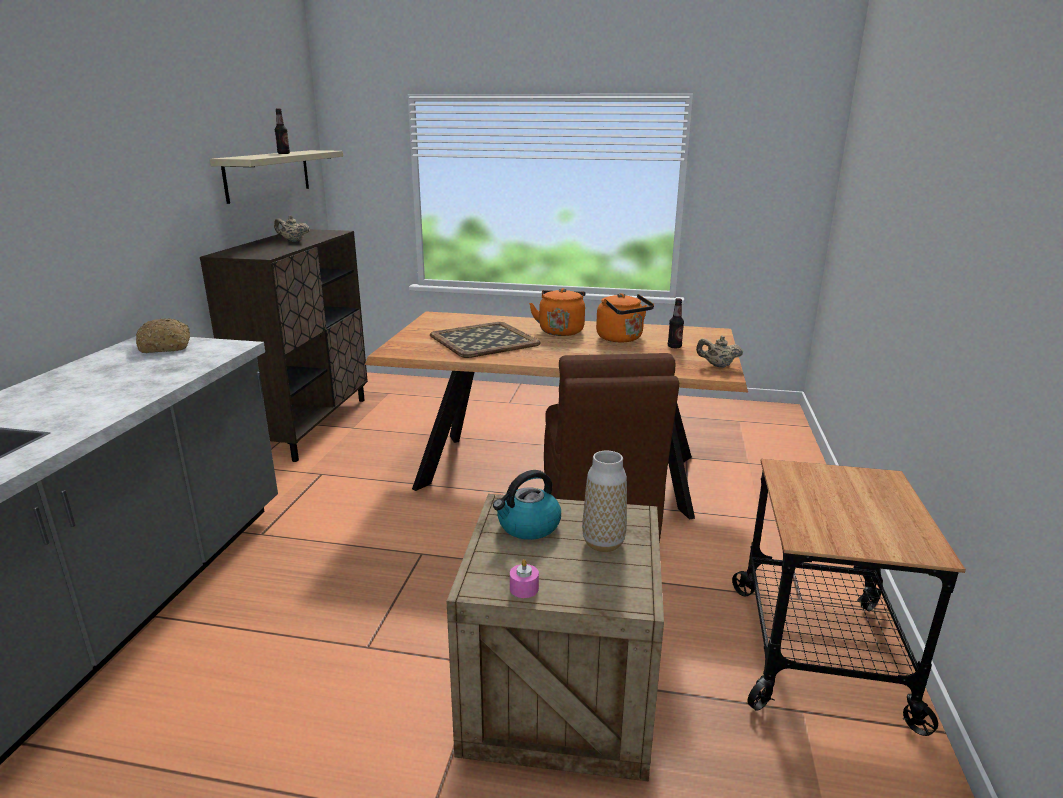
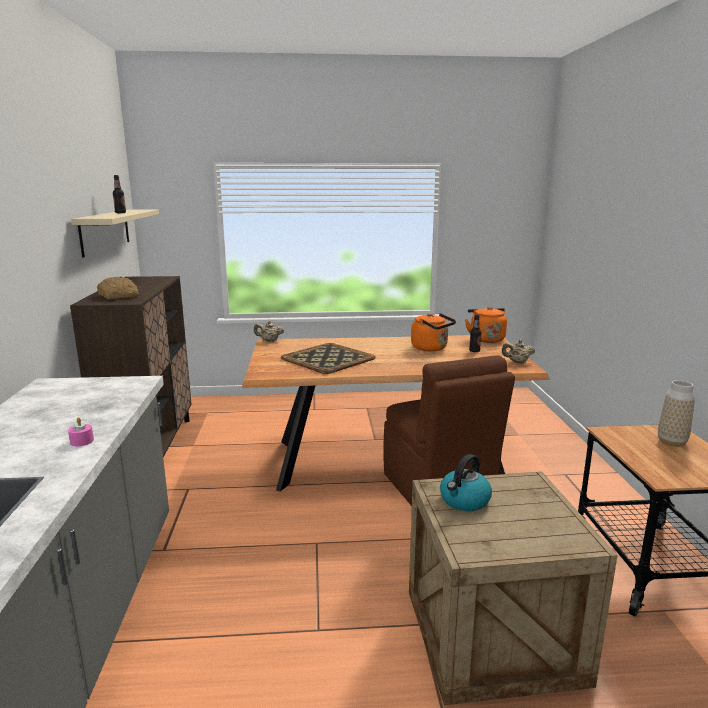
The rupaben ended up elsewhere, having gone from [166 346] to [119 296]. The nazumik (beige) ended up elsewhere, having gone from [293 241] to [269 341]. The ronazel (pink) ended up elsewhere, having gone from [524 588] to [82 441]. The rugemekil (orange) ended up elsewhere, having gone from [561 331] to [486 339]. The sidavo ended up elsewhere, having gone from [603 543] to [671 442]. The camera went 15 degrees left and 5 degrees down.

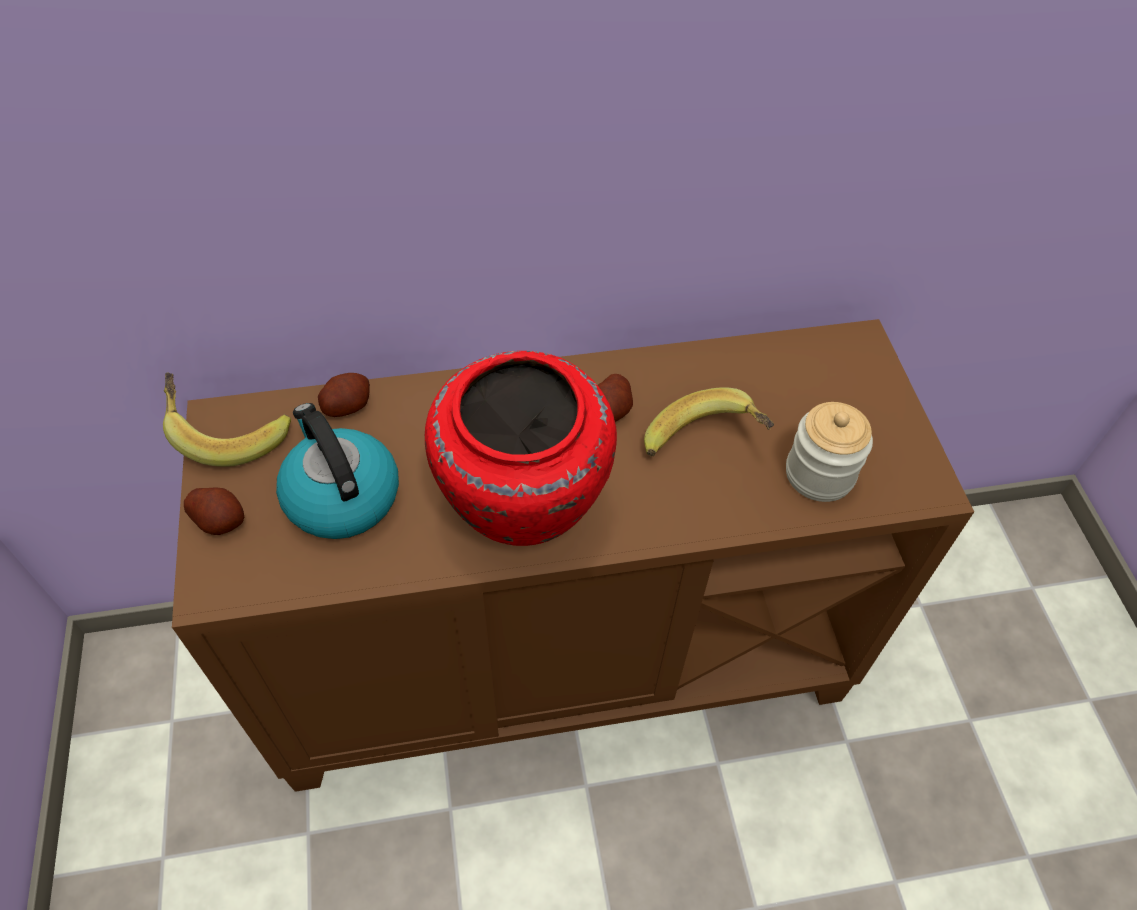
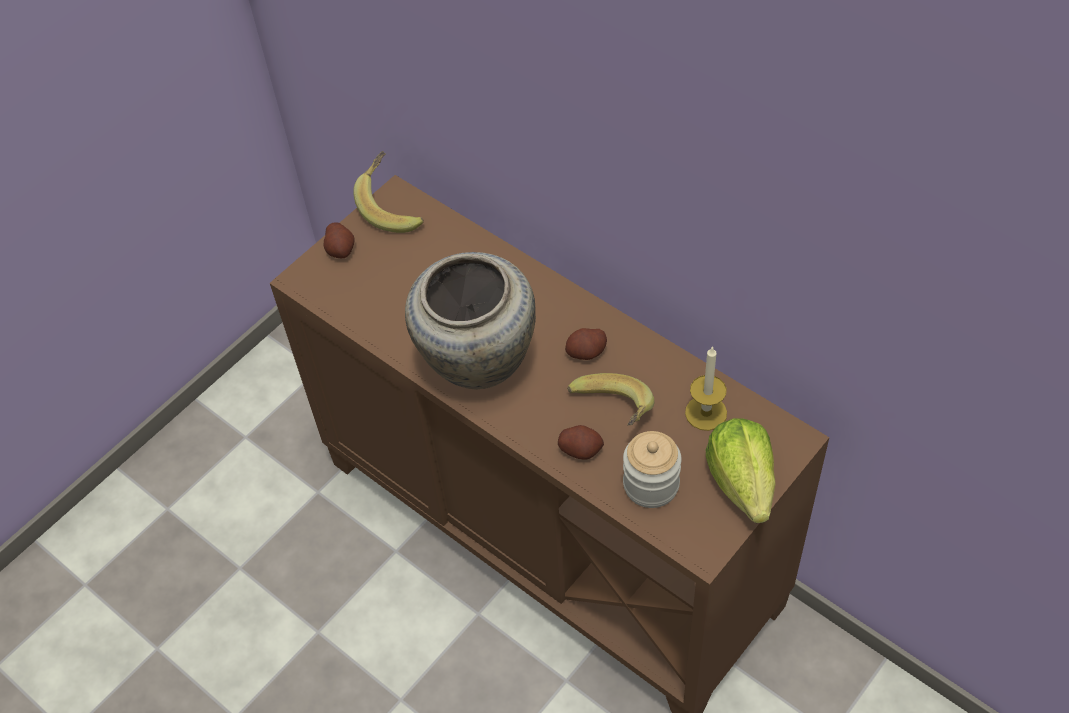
The second view lost the rugemekil at [341 496]. The second view gained the ronazel at [706 413]. The second view gained the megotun at [742 482]. The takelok ended up elsewhere, having gone from [347 405] to [581 449]. What was the sidavo (red) at [521 507] turned into the sidavo (beige) at [476 361]. The camera went 55 degrees right and 0 degrees up.

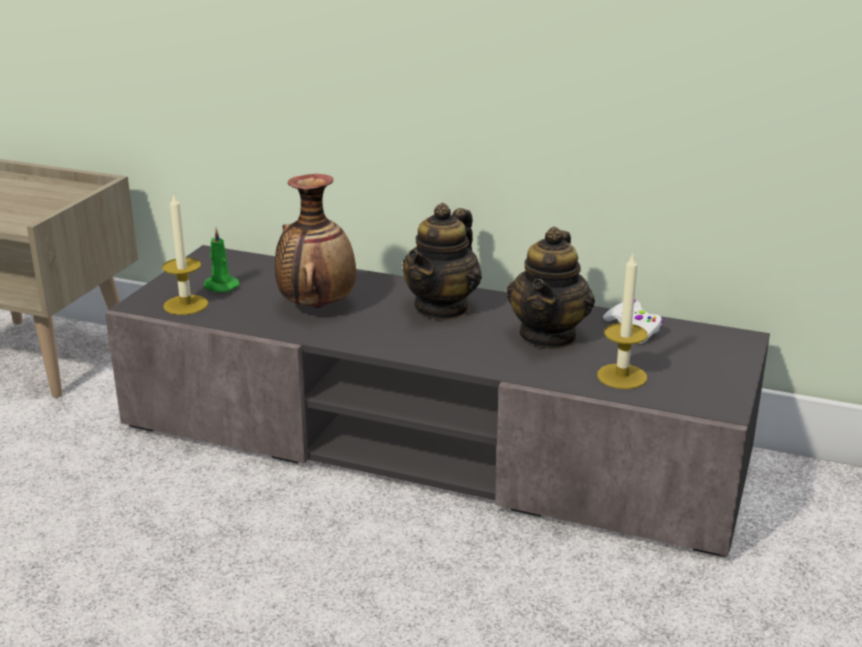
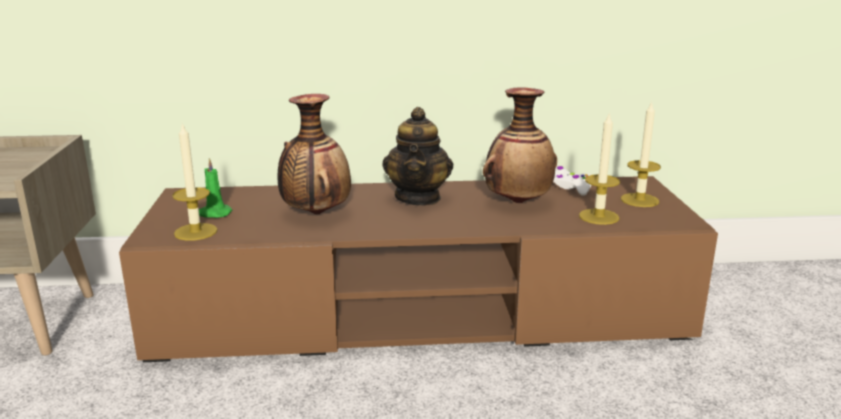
The second view gained the ronazel at [639 200]. Where the nazumik stood at [549 336], the sidavo came to stand at [517 201]. What was the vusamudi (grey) at [431 442] turned into the vusamudi (brown) at [420 313]. The camera went 25 degrees left and 5 degrees down.

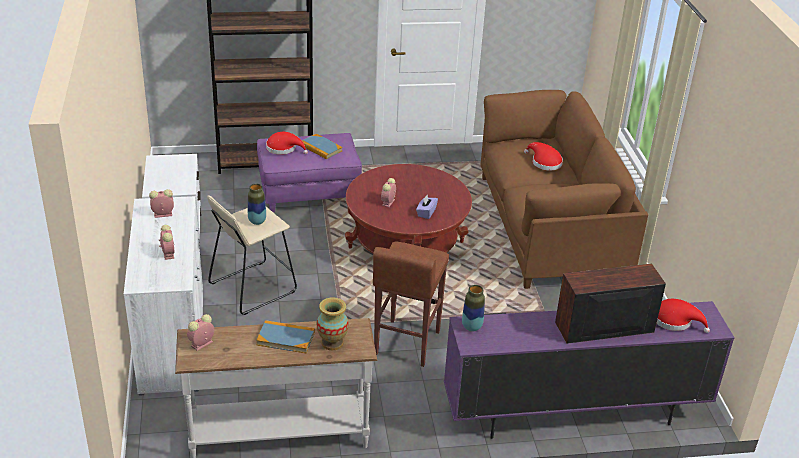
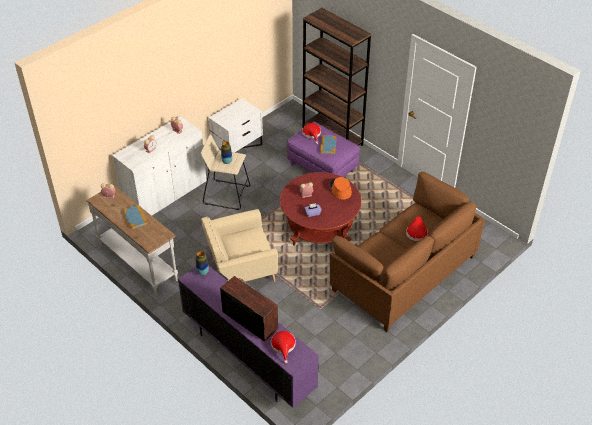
The second view lost the sidavo at [332 343]. The second view gained the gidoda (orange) at [340 189]. Where the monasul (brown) stood at [406 343], the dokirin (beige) came to stand at [240 269]. The camera went 55 degrees right and 10 degrees up.

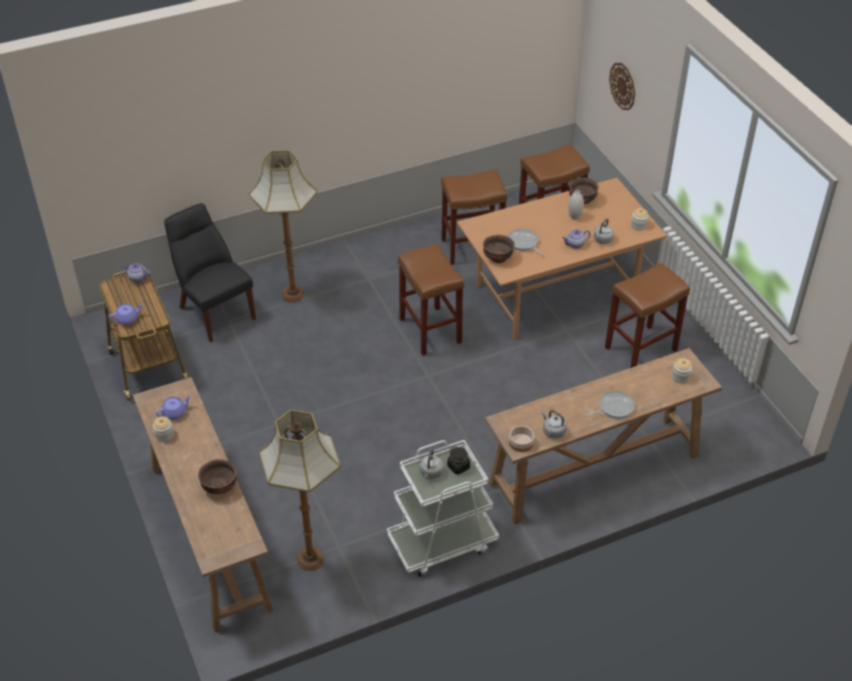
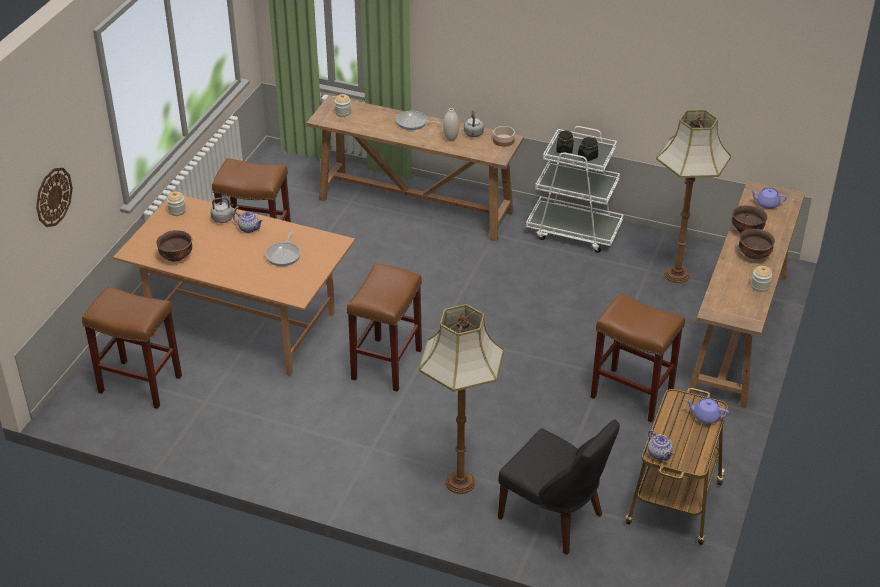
The nazumik (purple) ended up elsewhere, having gone from [175 413] to [766 204]. The monasul (brown) ended up elsewhere, having gone from [472 247] to [630 394]. The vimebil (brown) ended up elsewhere, having gone from [497 258] to [754 255]. The sidavo (white) ended up elsewhere, having gone from [574 217] to [451 139]. Where the rugemekil (grey) stood at [431 473], the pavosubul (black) came to stand at [587 156]. The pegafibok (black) at [215 311] ended up facing another way, 60 degrees counterclockwise from before. The camera went 135 degrees left and 5 degrees down.

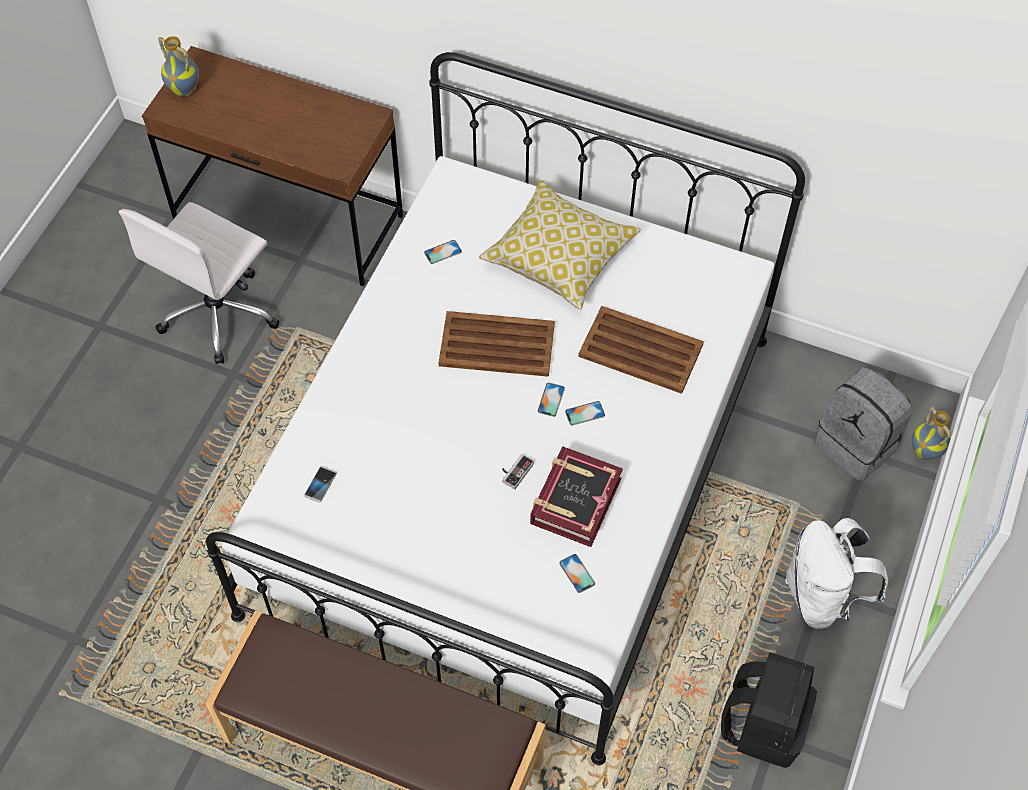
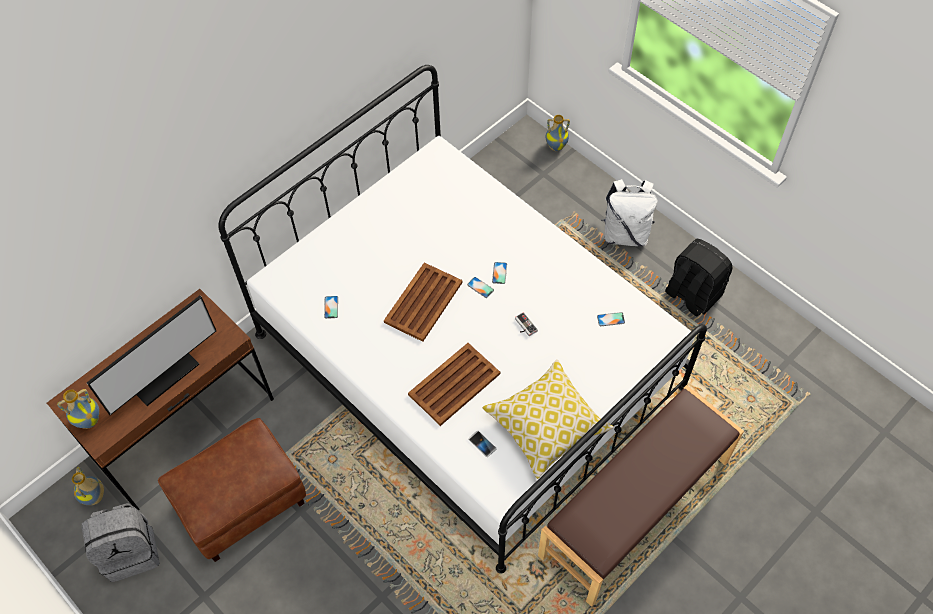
The second view lost the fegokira at [574 501]. The second view gained the sidavo at [95 497]. The second view gained the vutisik at [164 375]. The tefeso ended up elsewhere, having gone from [559 256] to [546 424]. The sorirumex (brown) ended up elsewhere, having gone from [639 350] to [453 384]. The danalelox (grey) ended up elsewhere, having gone from [857 444] to [131 551]. Where the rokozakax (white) stood at [219 313], the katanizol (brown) came to stand at [241 503]. The camera went 65 degrees left and 0 degrees up.

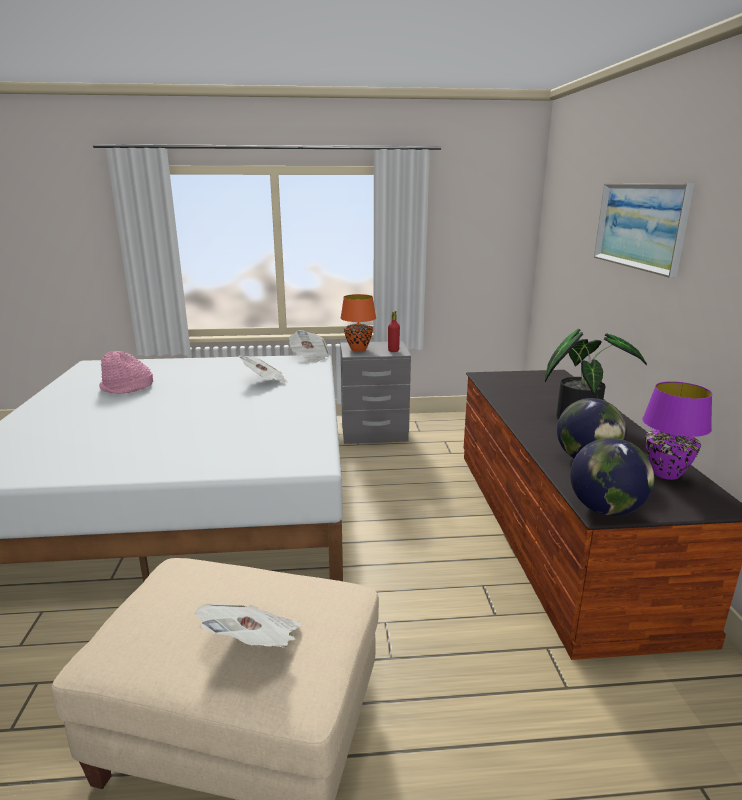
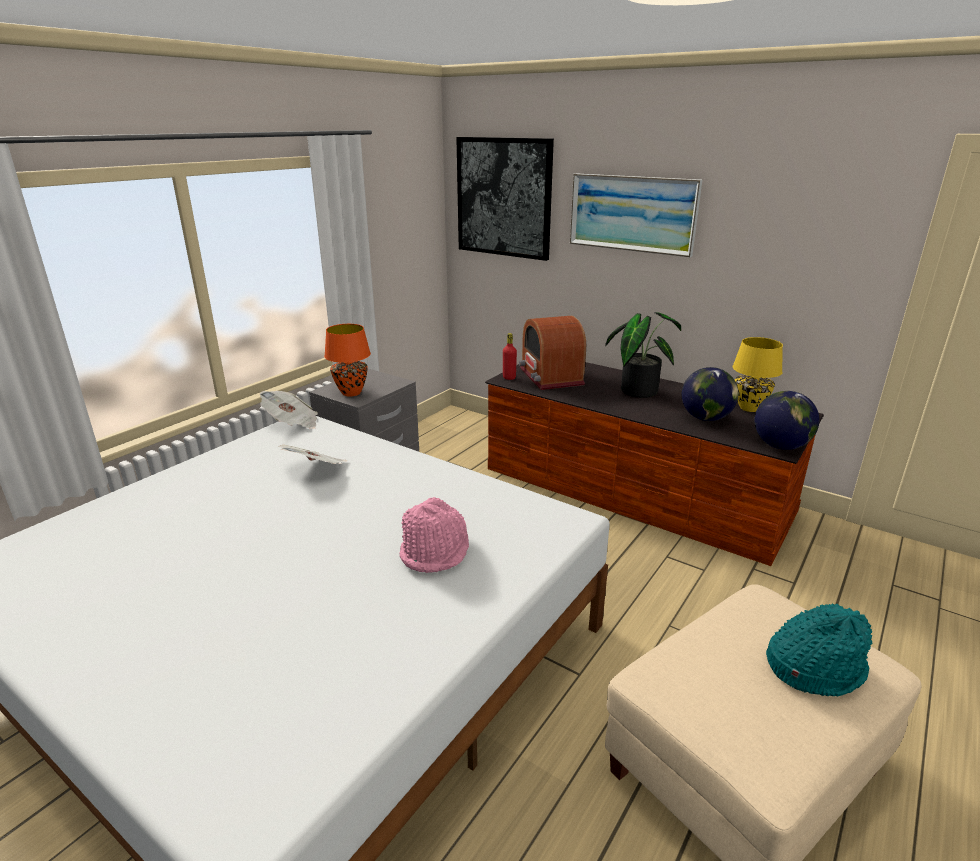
The second view gained the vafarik at [504 198]. The second view gained the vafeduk at [550 377]. The gidoda (pink) ended up elsewhere, having gone from [127 388] to [435 552]. The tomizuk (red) ended up elsewhere, having gone from [393 350] to [509 377]. Where the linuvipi stood at [254 644], the gidoda (turquoise) came to stand at [814 667]. What was the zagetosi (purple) at [665 473] turned into the zagetosi (yellow) at [749 408]. The camera went 50 degrees left and 5 degrees up.

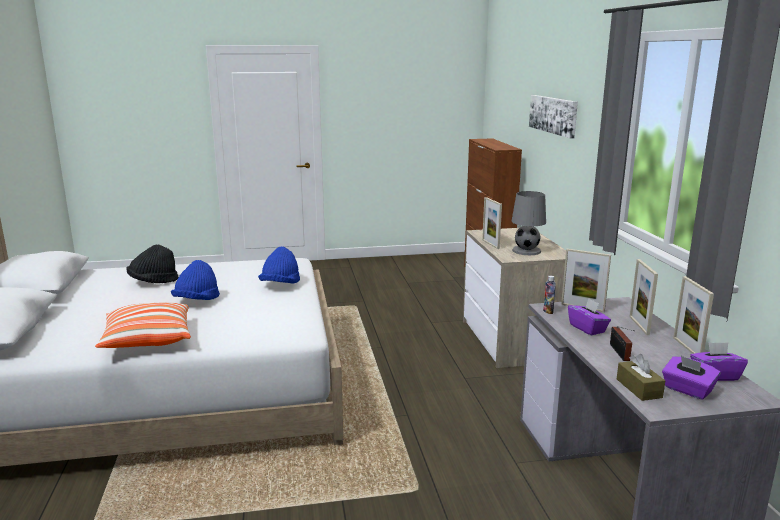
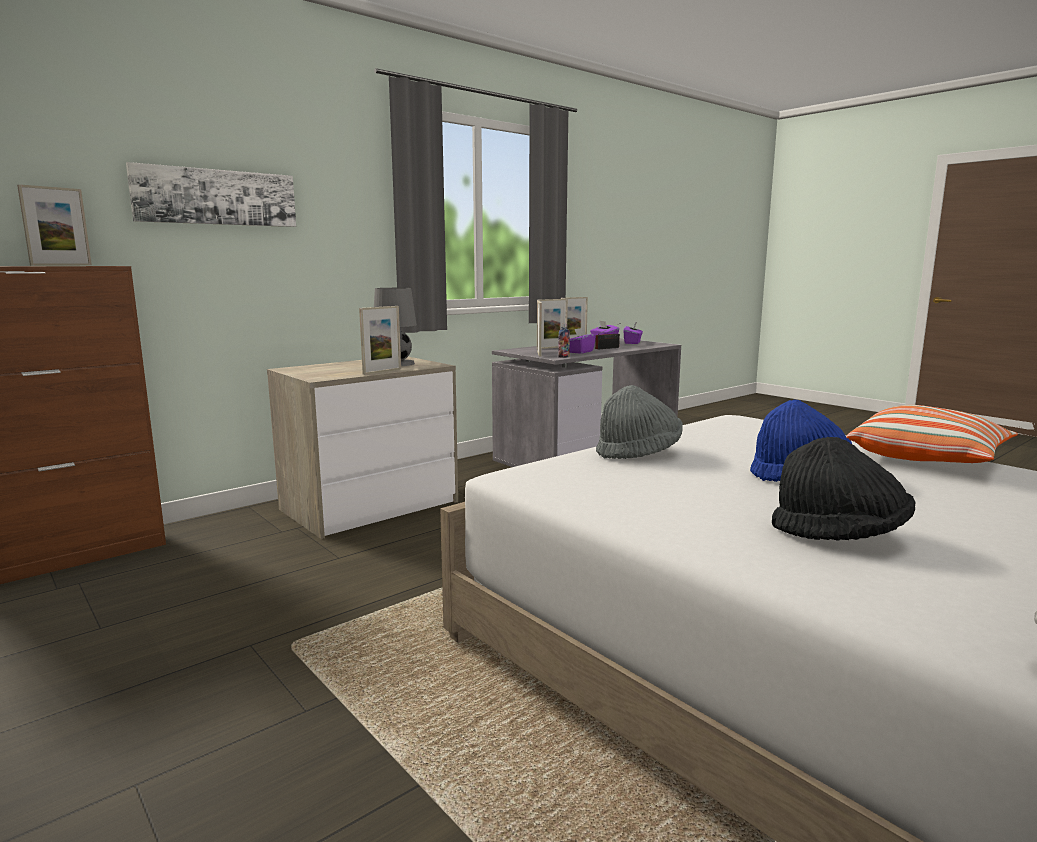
The second view lost the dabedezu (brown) at [639 388]. The second view gained the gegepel at [61 265]. What was the gidoda (blue) at [280 285] turned into the gidoda (grey) at [638 453]. The camera went 120 degrees left and 5 degrees down.

